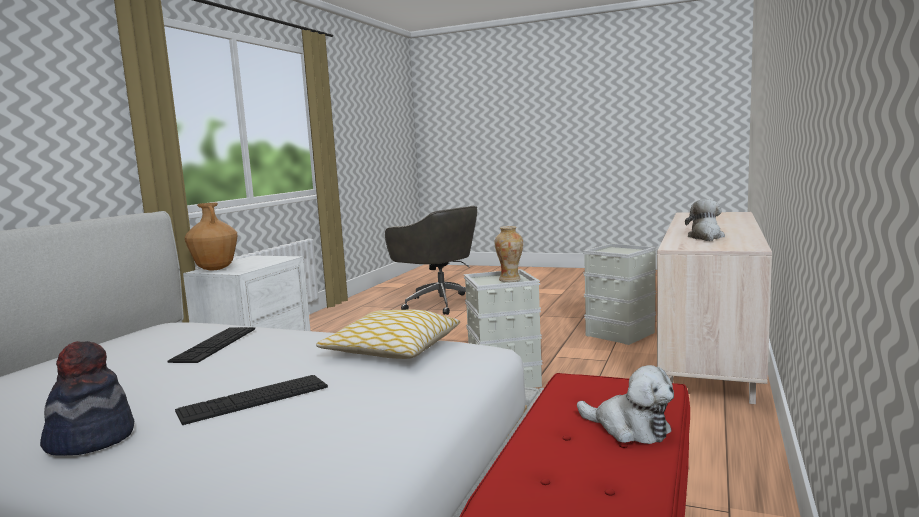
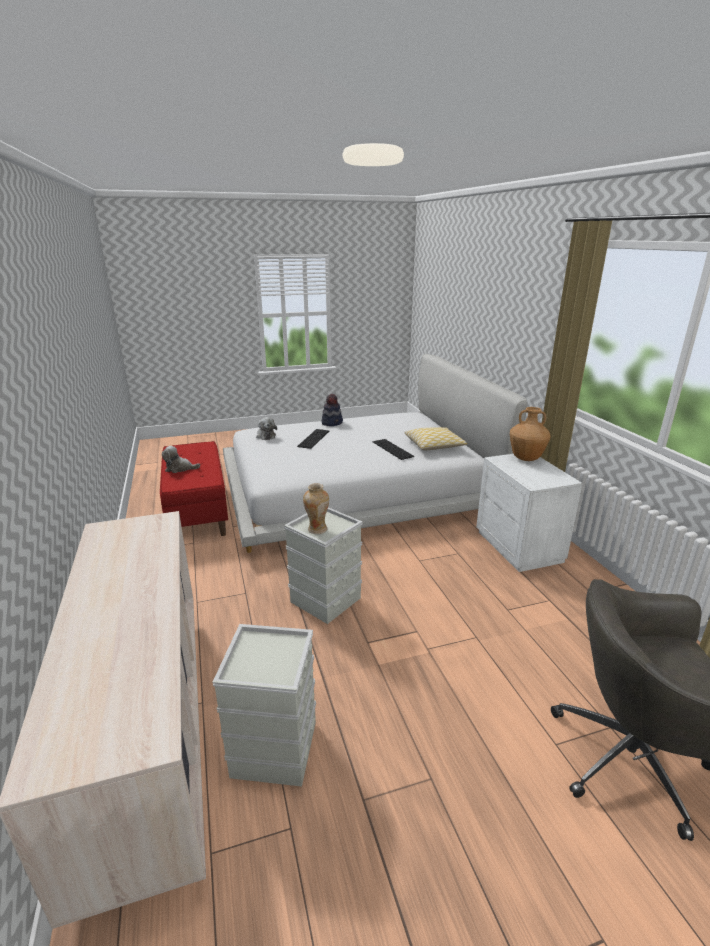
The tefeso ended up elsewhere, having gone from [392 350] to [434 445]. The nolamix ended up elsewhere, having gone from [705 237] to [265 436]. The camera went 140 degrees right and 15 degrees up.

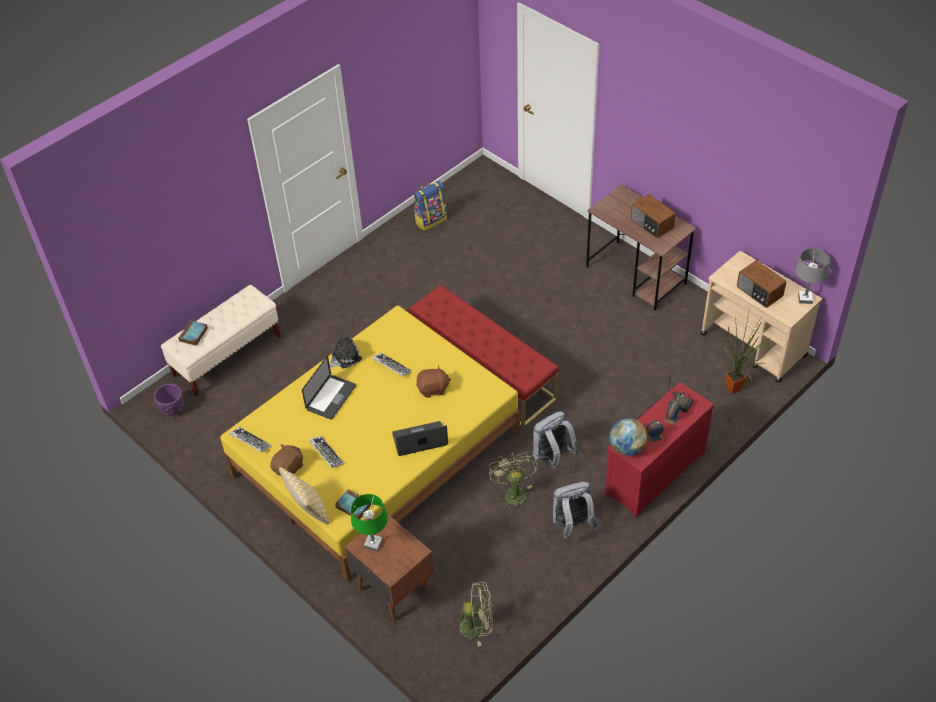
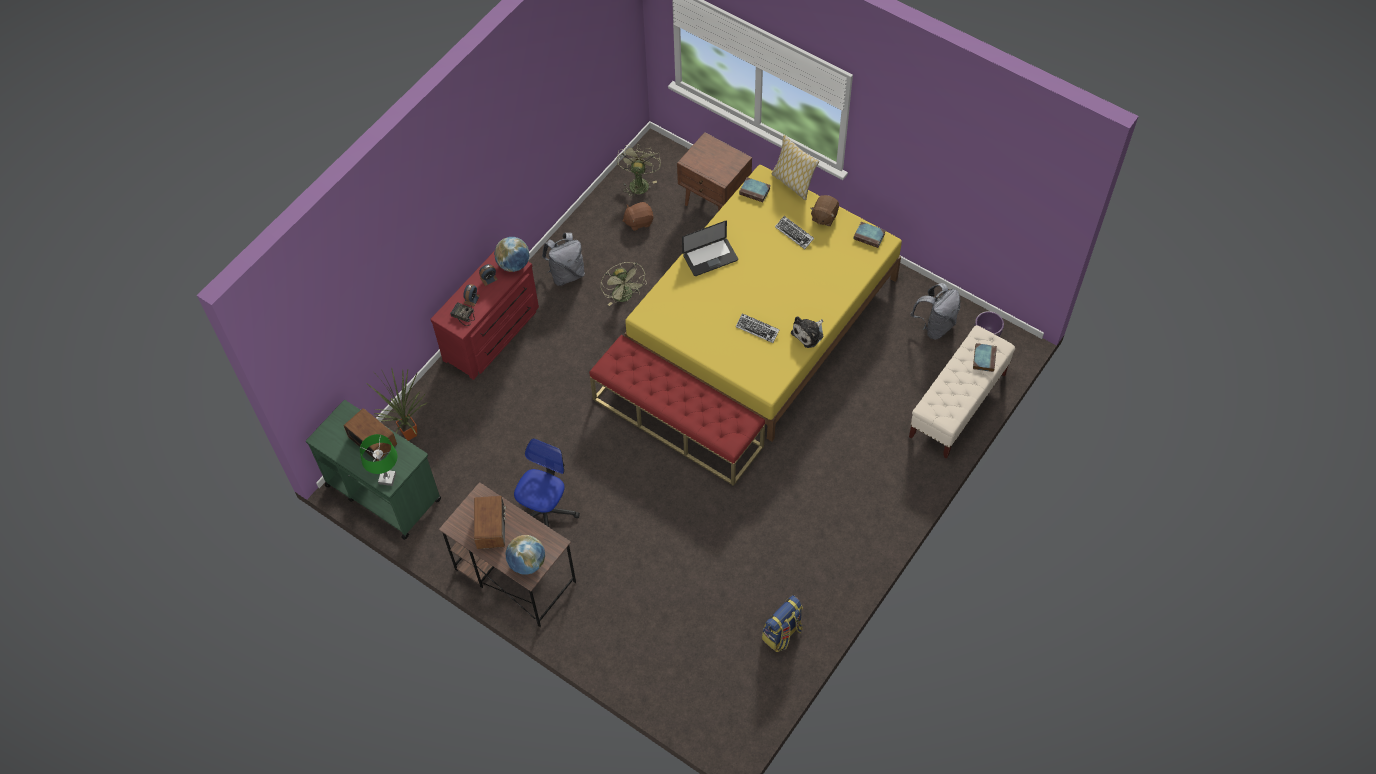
The second view lost the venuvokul at [331 397]. The second view lost the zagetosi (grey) at [804 299]. The second view gained the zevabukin at [527 563]. The second view gained the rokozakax at [545 511]. The zagetosi (green) ended up elsewhere, having gone from [373 543] to [387 479]. The nolamix (brown) ended up elsewhere, having gone from [433 389] to [638 221]. The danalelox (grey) ended up elsewhere, having gone from [552 457] to [935 325]. Where the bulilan stood at [250 441], the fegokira came to stand at [870 236]. What was the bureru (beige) at [754 345] turned into the bureru (green) at [382 492]. The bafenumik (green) at [477 626] ended up facing another way, 105 degrees clockwise from before. The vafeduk at [651 224] ended up facing another way, 45 degrees clockwise from before. The camera went 170 degrees right and 10 degrees up.

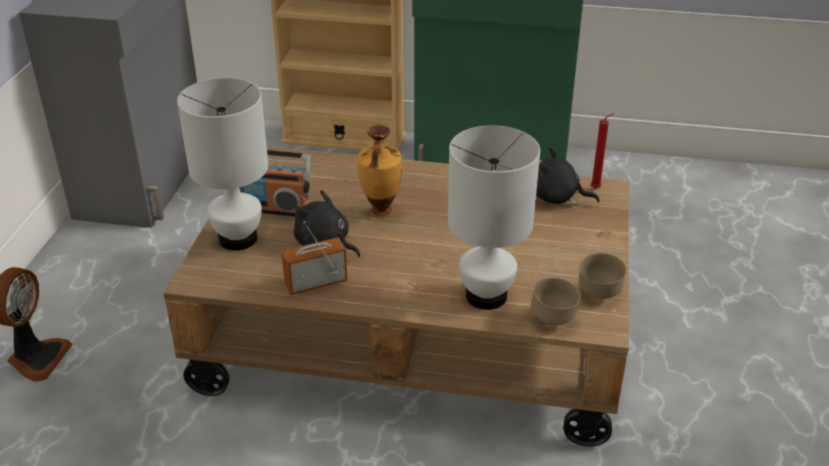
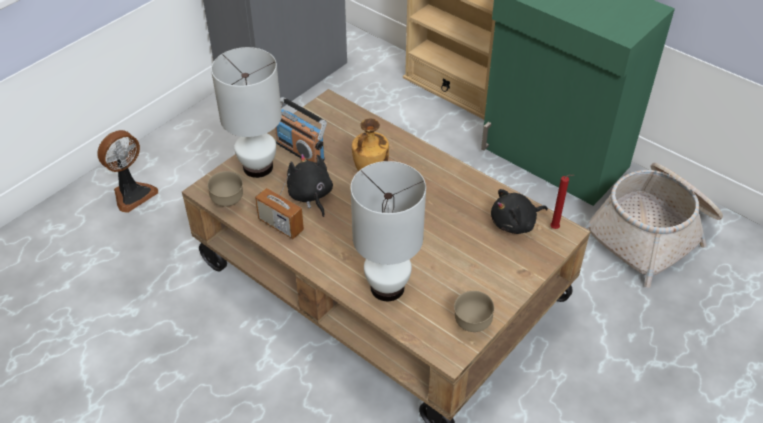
The second view gained the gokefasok at [653 233]. The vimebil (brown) ended up elsewhere, having gone from [553 320] to [228 202]. The vafeduk at [316 282] ended up facing another way, 150 degrees counterclockwise from before. The nolamix (black) at [556 197] ended up facing another way, 75 degrees counterclockwise from before. The camera went 30 degrees right and 10 degrees up.

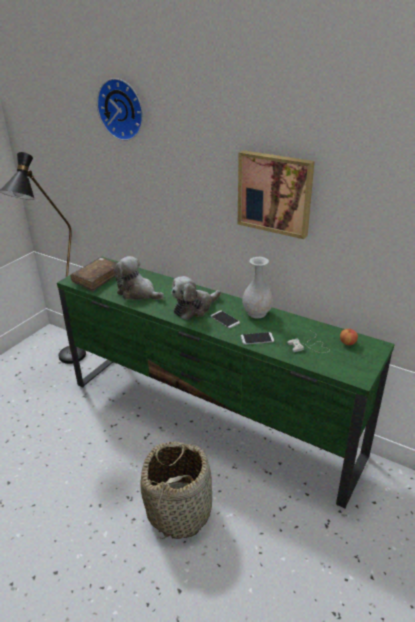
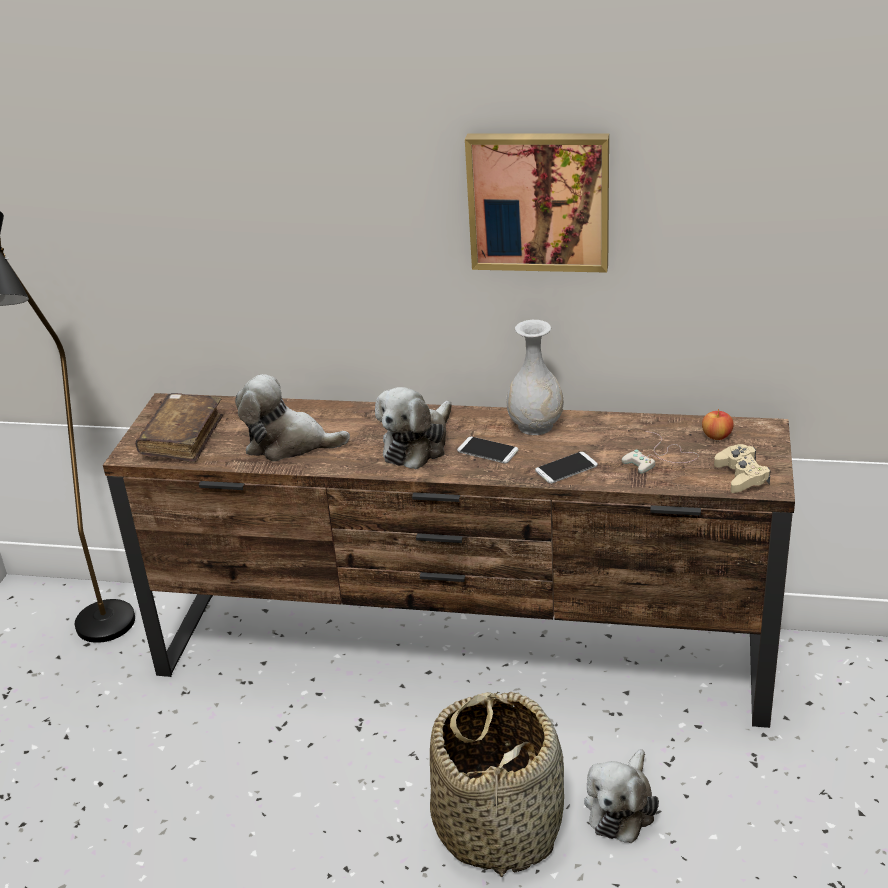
The second view lost the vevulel at [122 109]. The second view gained the nolamix at [621 807]. The second view gained the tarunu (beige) at [741 476]. What was the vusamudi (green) at [211 418] turned into the vusamudi (brown) at [462 656]. The camera went 20 degrees left and 0 degrees up.

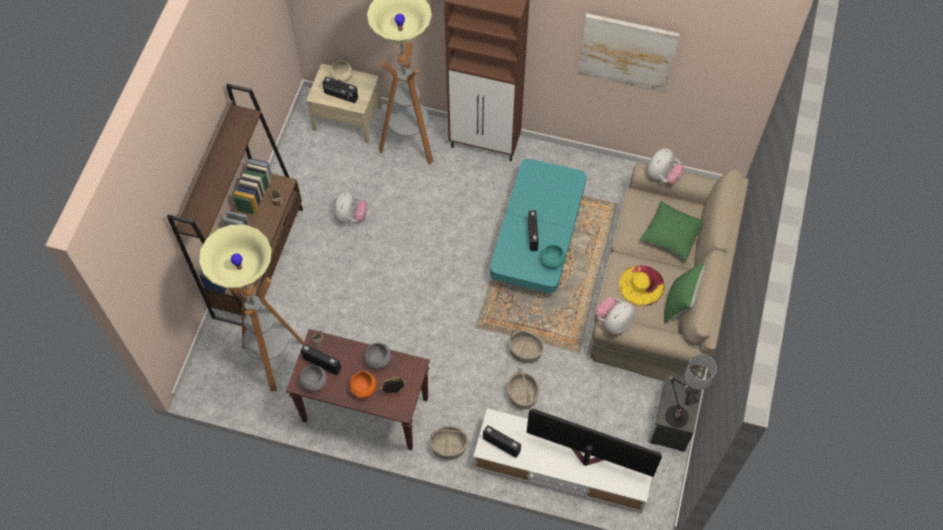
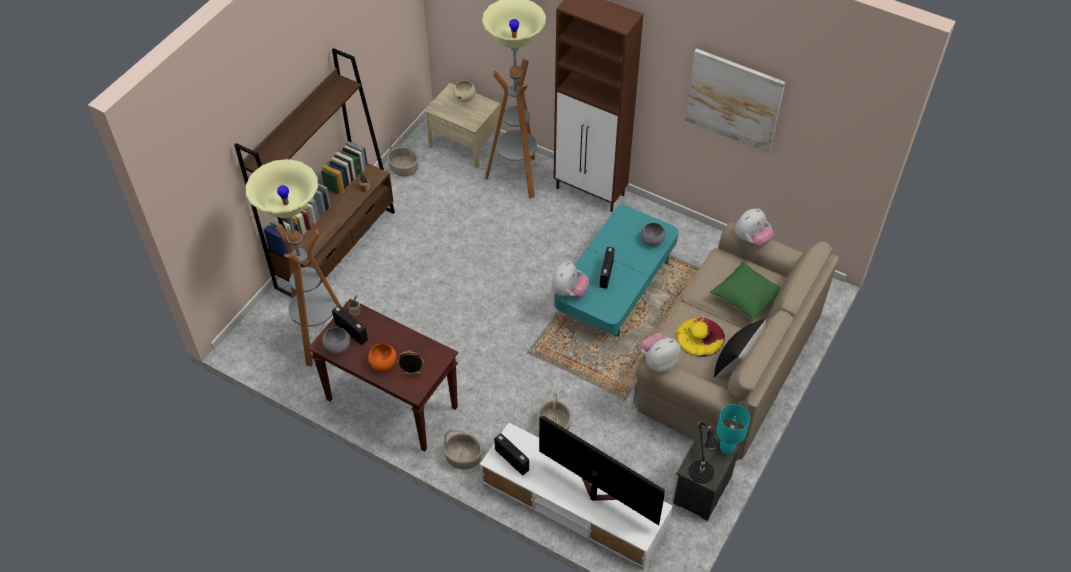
The second view lost the vafeduk at [341 96]. The second view lost the vimebil (turquoise) at [552 261]. The nolamix ended up elsewhere, having gone from [351 216] to [569 291]. The vimebil (grey) ended up elsewhere, having gone from [378 360] to [652 240]. The gokefasok ended up elsewhere, having gone from [525 351] to [403 168]. What was the tefeso (green) at [680 304] turned into the tefeso (black) at [735 363]. What was the zagetosi (grey) at [693 388] turned into the zagetosi (turquoise) at [727 449]. The camera went 15 degrees right and 10 degrees down.

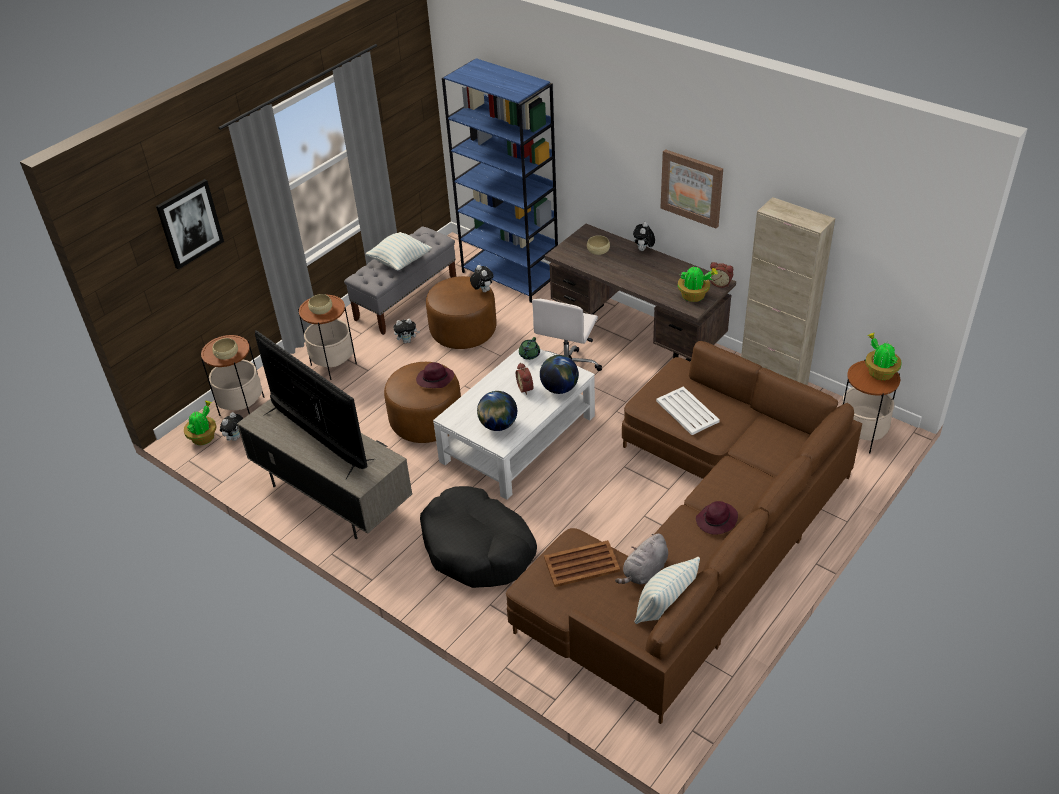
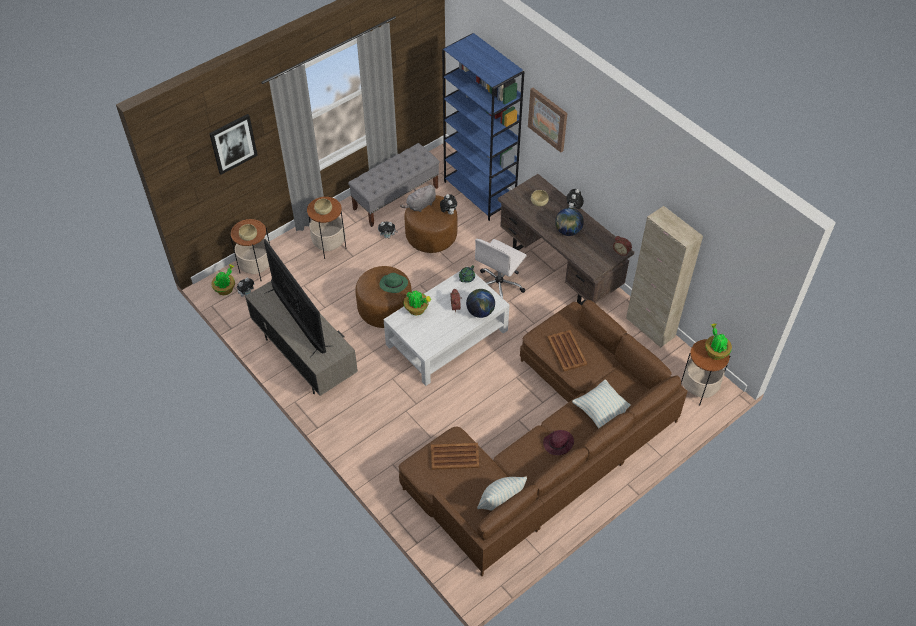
The second view lost the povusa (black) at [478 548]. The tefeso ended up elsewhere, having gone from [400 262] to [601 411]. The zevabukin ended up elsewhere, having gone from [498 425] to [568 231]. The nolamix (grey) ended up elsewhere, having gone from [644 572] to [420 205]. The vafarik ended up elsewhere, having gone from [692 188] to [548 119]. The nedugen ended up elsewhere, having gone from [694 296] to [417 309]. What was the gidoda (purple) at [434 379] turned into the gidoda (green) at [393 284]. What was the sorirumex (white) at [687 411] turned into the sorirumex (brown) at [566 350]. The camera went 10 degrees right and 10 degrees up.

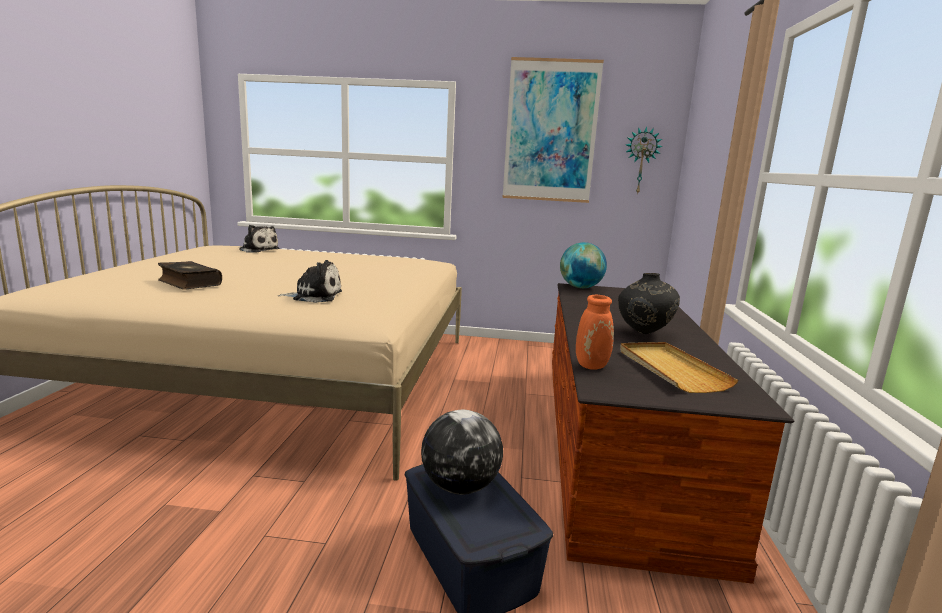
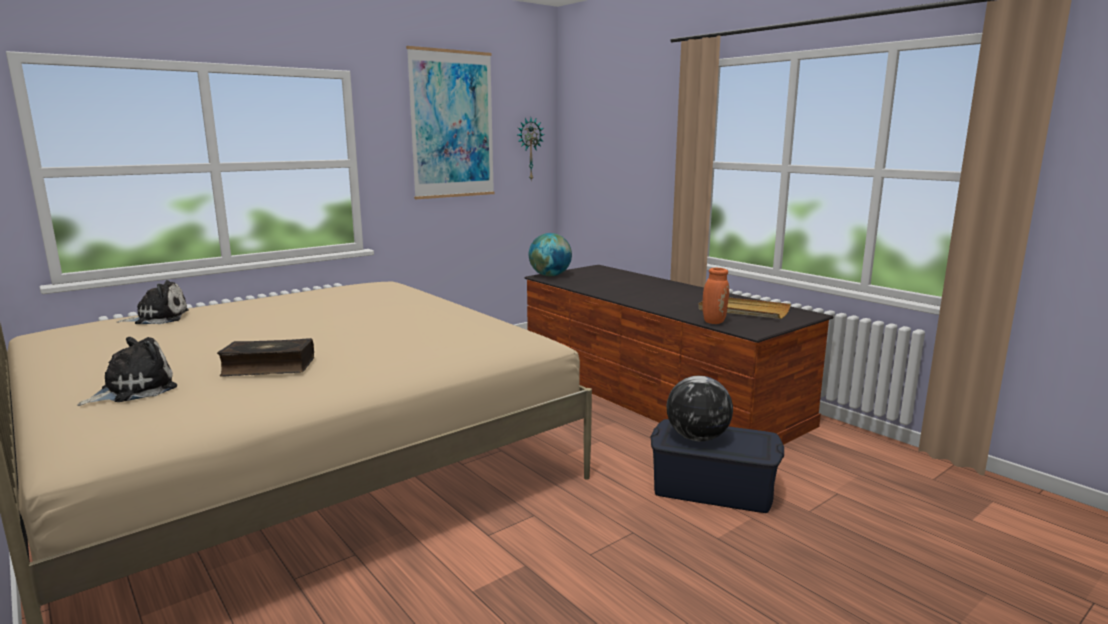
The second view lost the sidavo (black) at [643 333]. The nolamix ended up elsewhere, having gone from [314 296] to [134 390]. The camera went 45 degrees left and 0 degrees up.

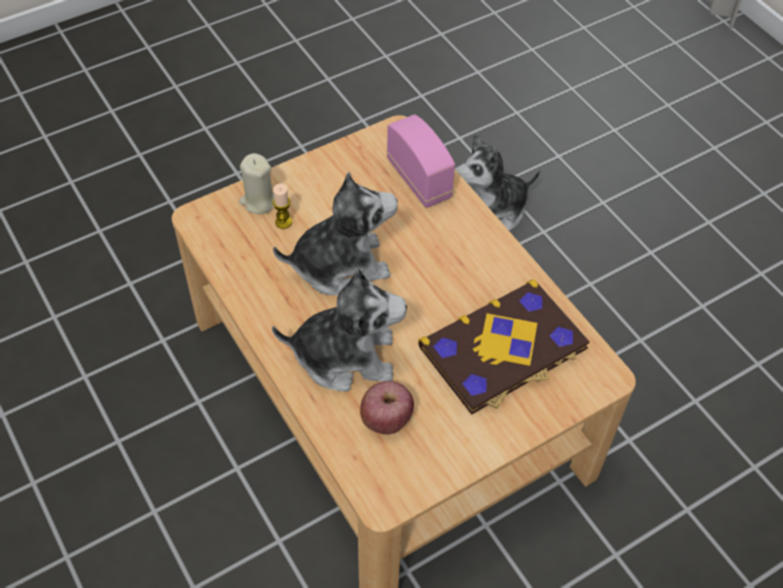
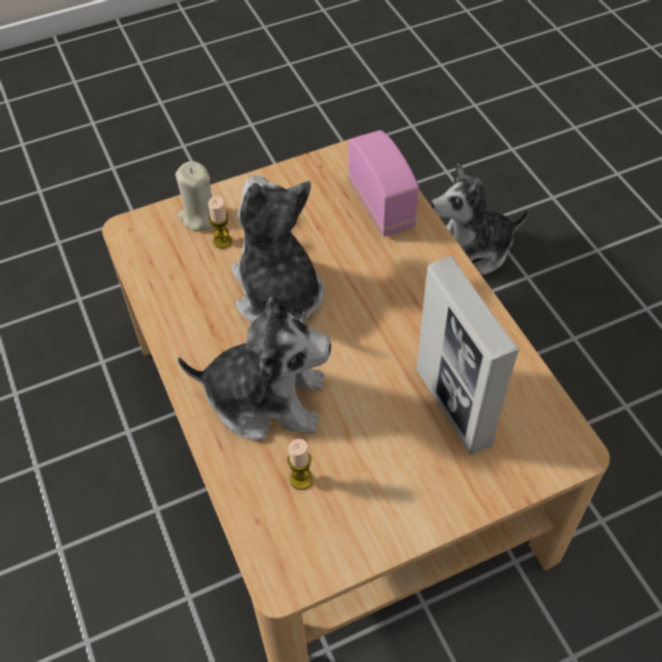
Where the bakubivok stood at [386 420], the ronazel came to stand at [301 479]. Where the fegokira stood at [504 349], the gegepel came to stand at [453 407]. The nolamix at [340 265] ended up facing another way, 105 degrees counterclockwise from before. The camera went 10 degrees right and 0 degrees up.

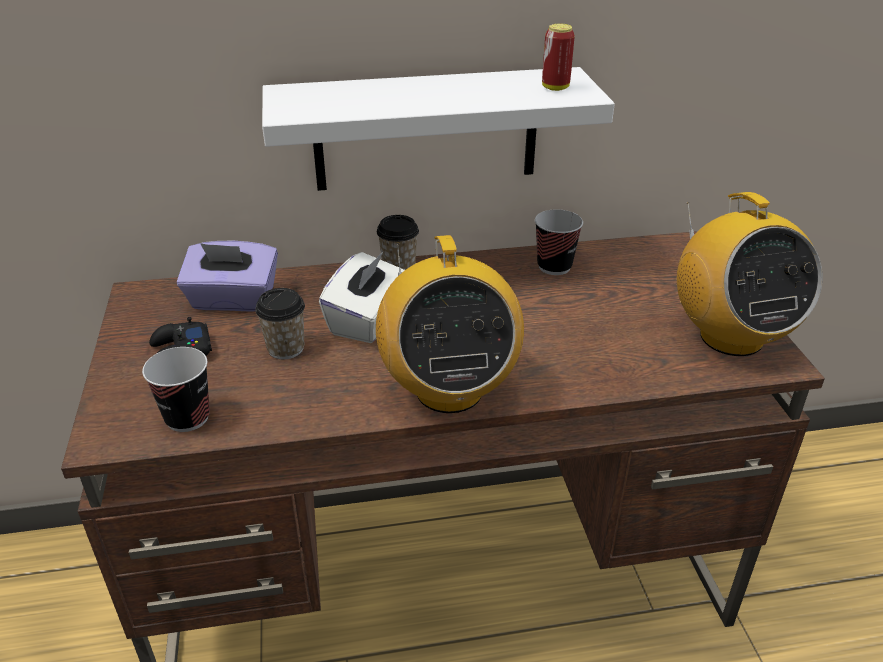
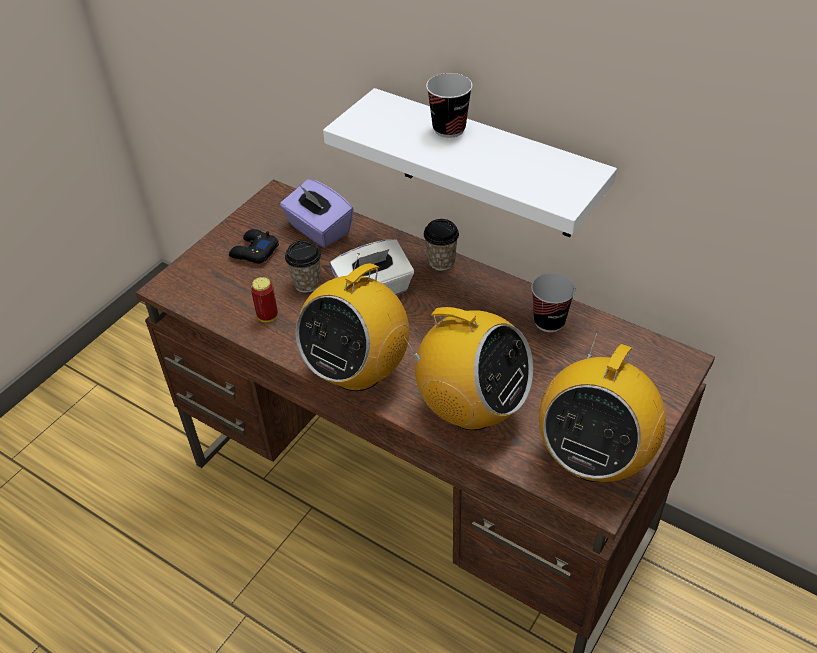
The second view gained the vafeduk at [471 409]. The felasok ended up elsewhere, having gone from [187 418] to [449 129]. The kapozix ended up elsewhere, having gone from [555 88] to [267 316]. The camera went 45 degrees right and 10 degrees up.

